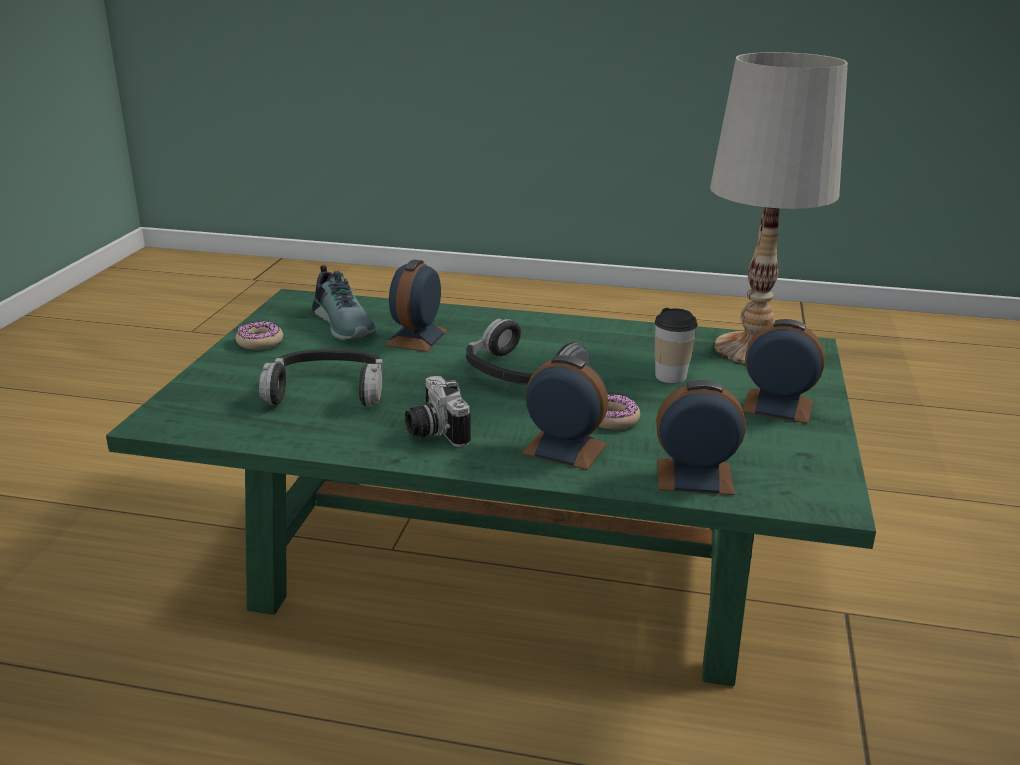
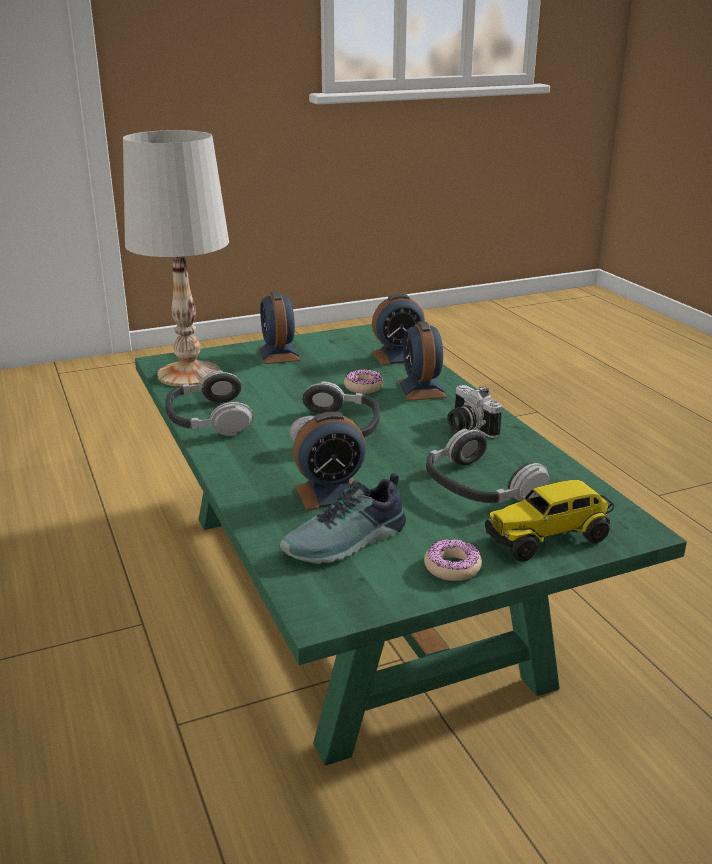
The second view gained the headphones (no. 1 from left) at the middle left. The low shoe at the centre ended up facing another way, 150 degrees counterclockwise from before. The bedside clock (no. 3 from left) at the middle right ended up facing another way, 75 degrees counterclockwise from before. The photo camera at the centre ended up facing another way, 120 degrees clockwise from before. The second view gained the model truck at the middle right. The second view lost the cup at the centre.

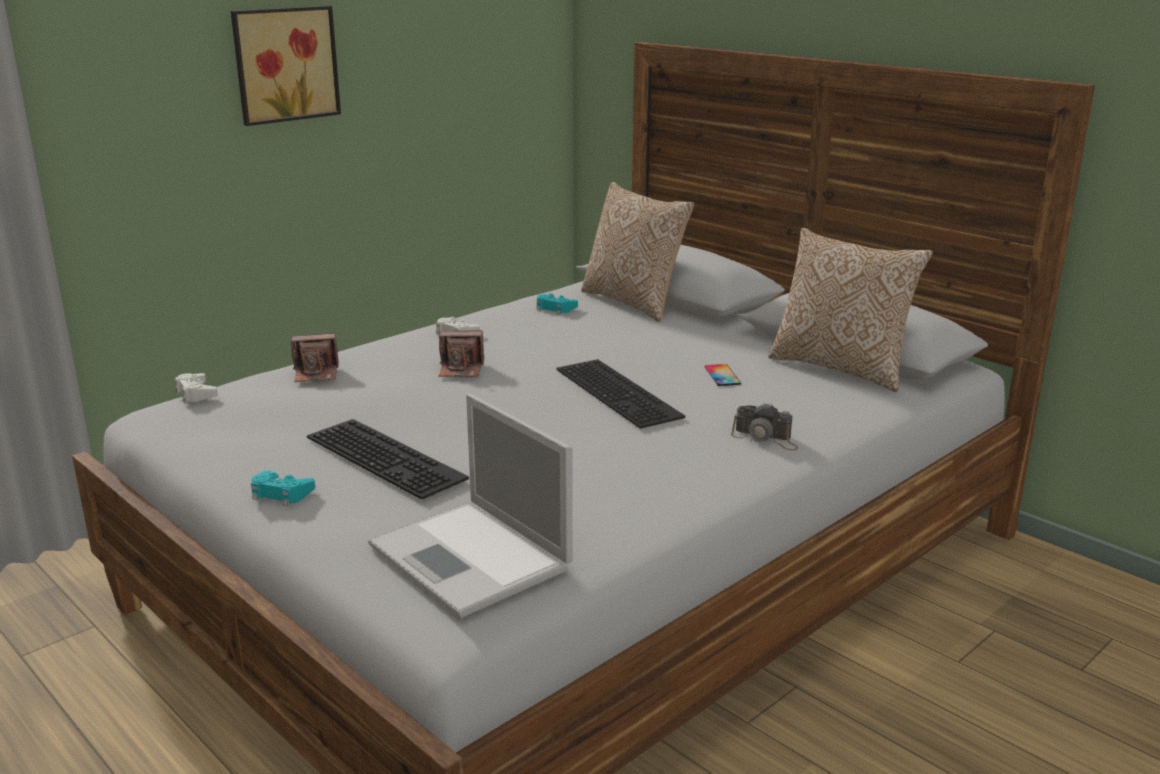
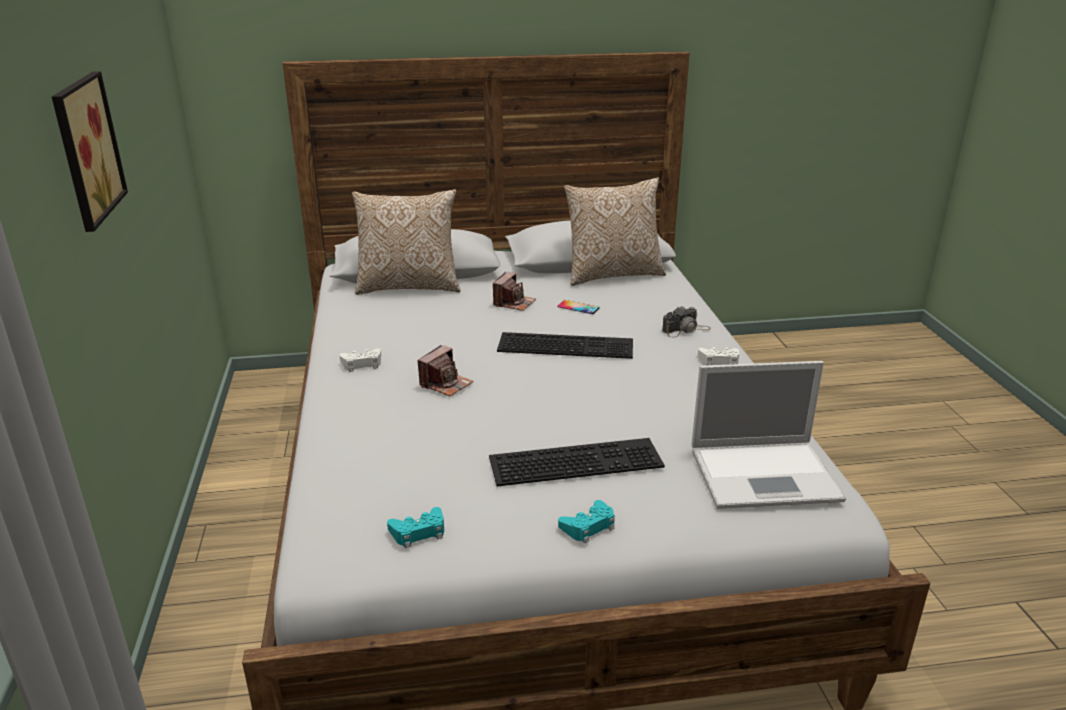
The turquoise joypad (no. 2 from left in the first image) ended up elsewhere, having gone from the centre to the bottom centre. The photo camera (no. 1 from left in the first image) ended up elsewhere, having gone from the middle left to the centre. The white-coloured joypad (no. 1 from left in the first image) ended up elsewhere, having gone from the middle left to the middle right.

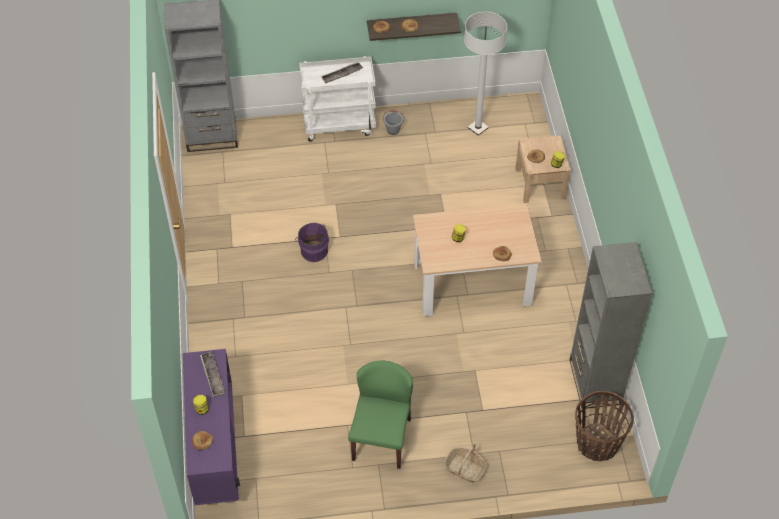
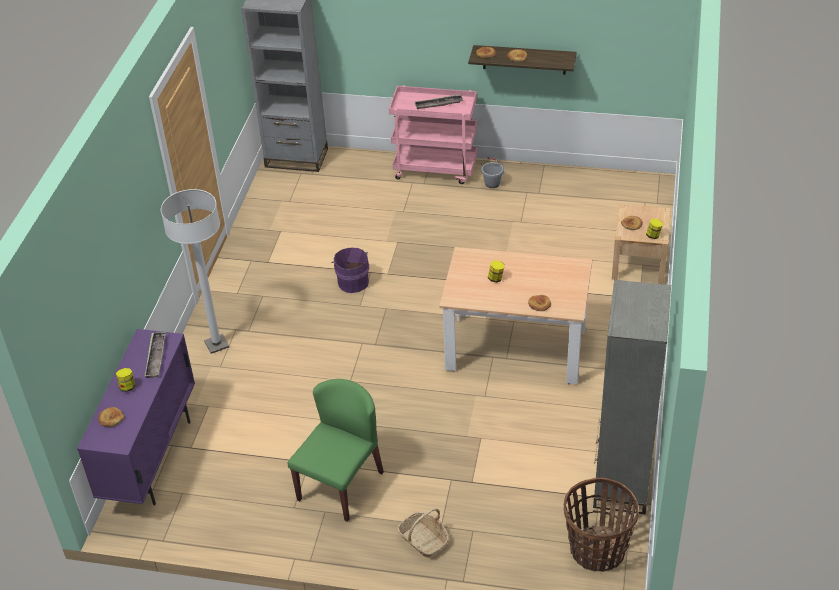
The white-coloured standing lamp ended up elsewhere, having gone from the top centre to the middle left. What was the white-coloured wheeled cart at the top centre turned into the pink-coloured wheeled cart at the top centre.

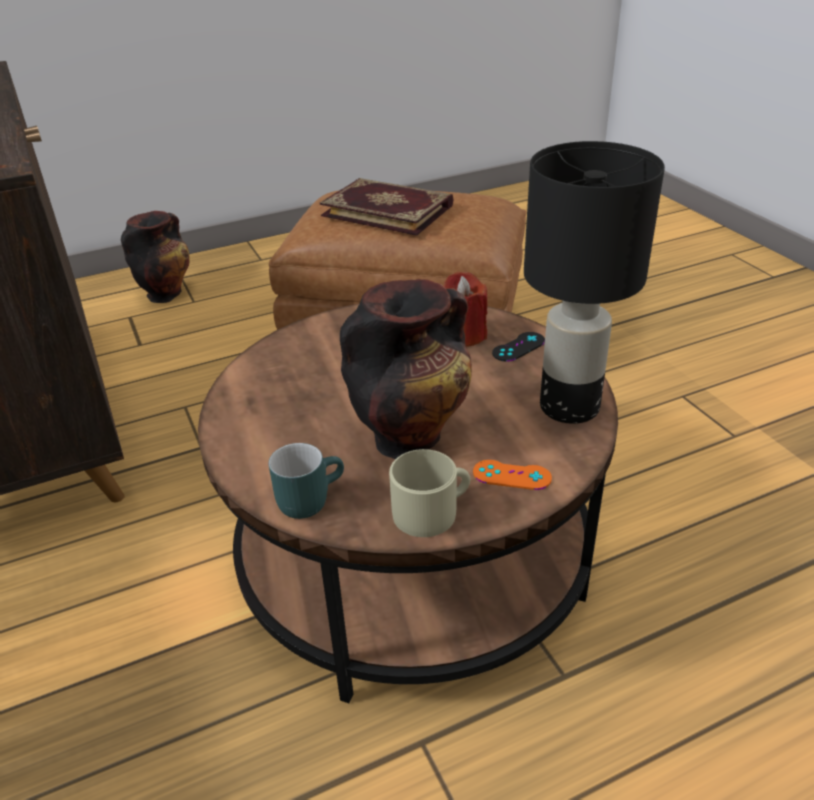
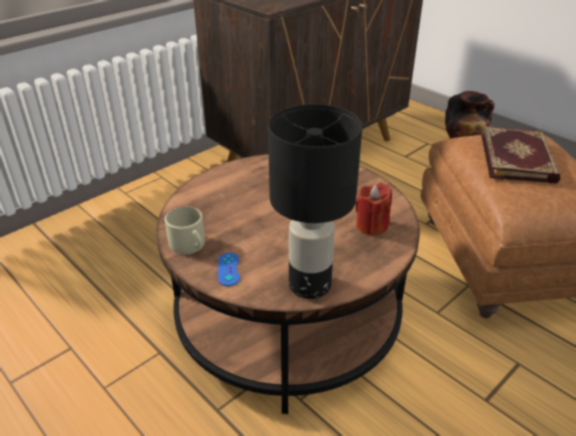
What was the orangey joypad at the centre turned into the blue-coloured joypad at the centre. The second view lost the turquoise mug at the centre. The second view lost the decorative vase (no. 2 from left) at the centre. The second view lost the black joypad at the centre.

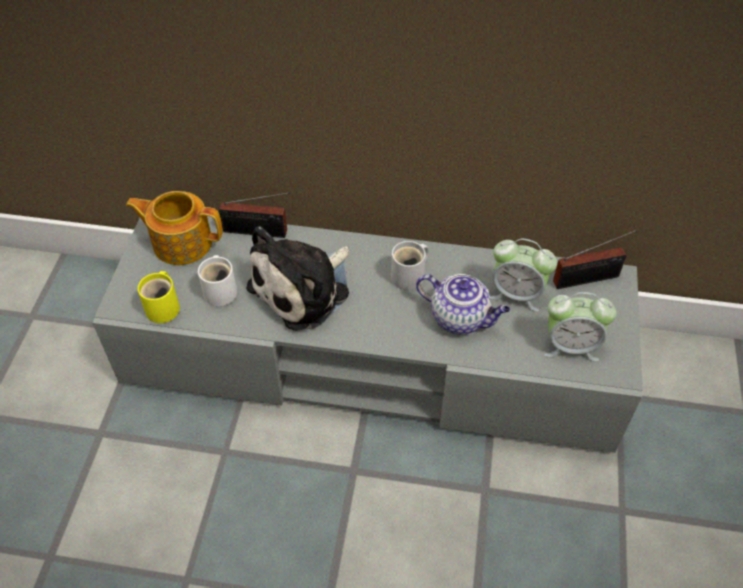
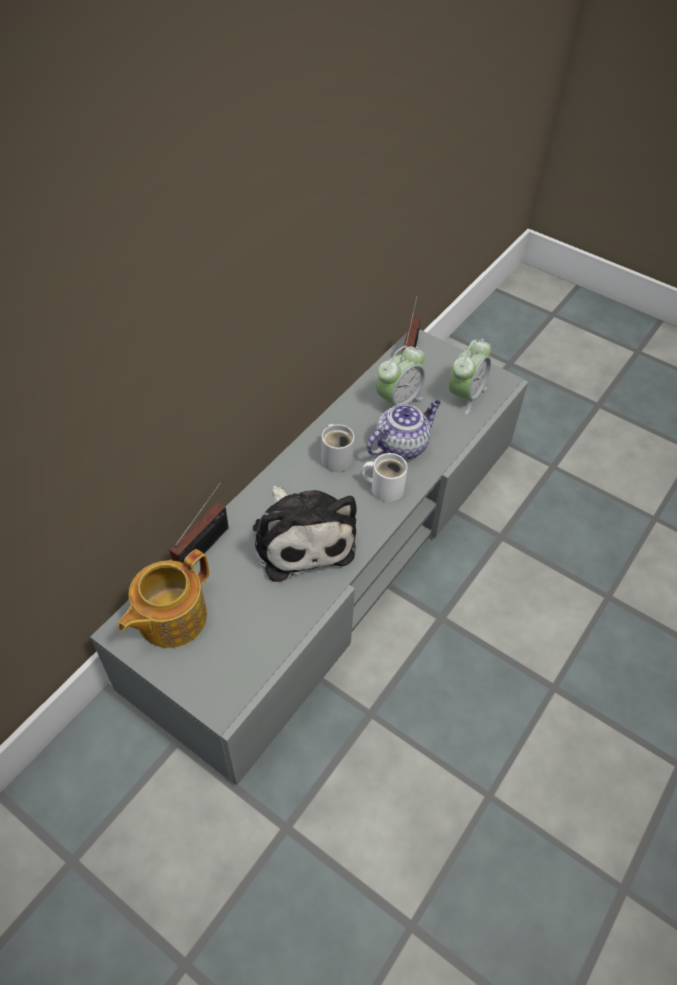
The white-coloured mug (no. 1 from left in the first image) ended up elsewhere, having gone from the middle left to the centre. The second view lost the yellowish mug at the middle left.

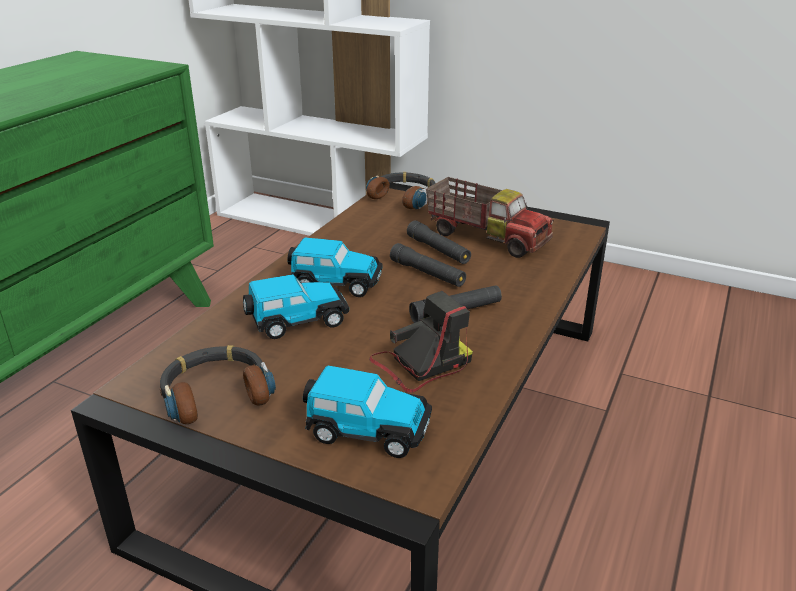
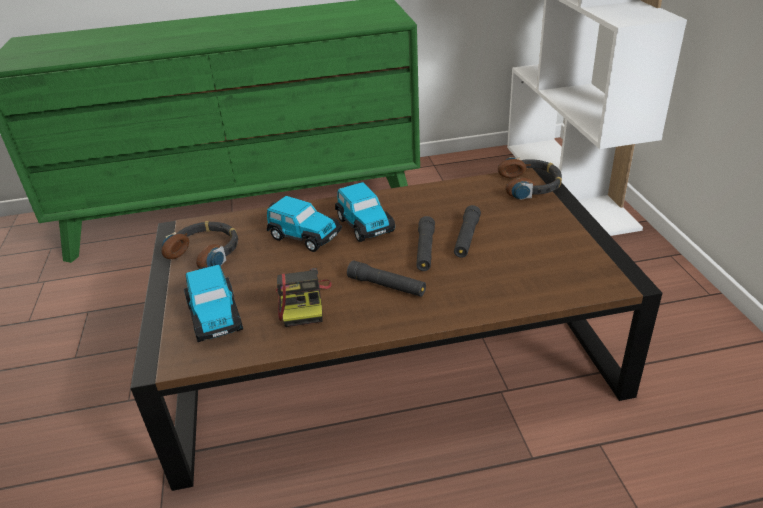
The photo camera at the centre ended up facing another way, 60 degrees clockwise from before. The second view lost the model truck at the centre.

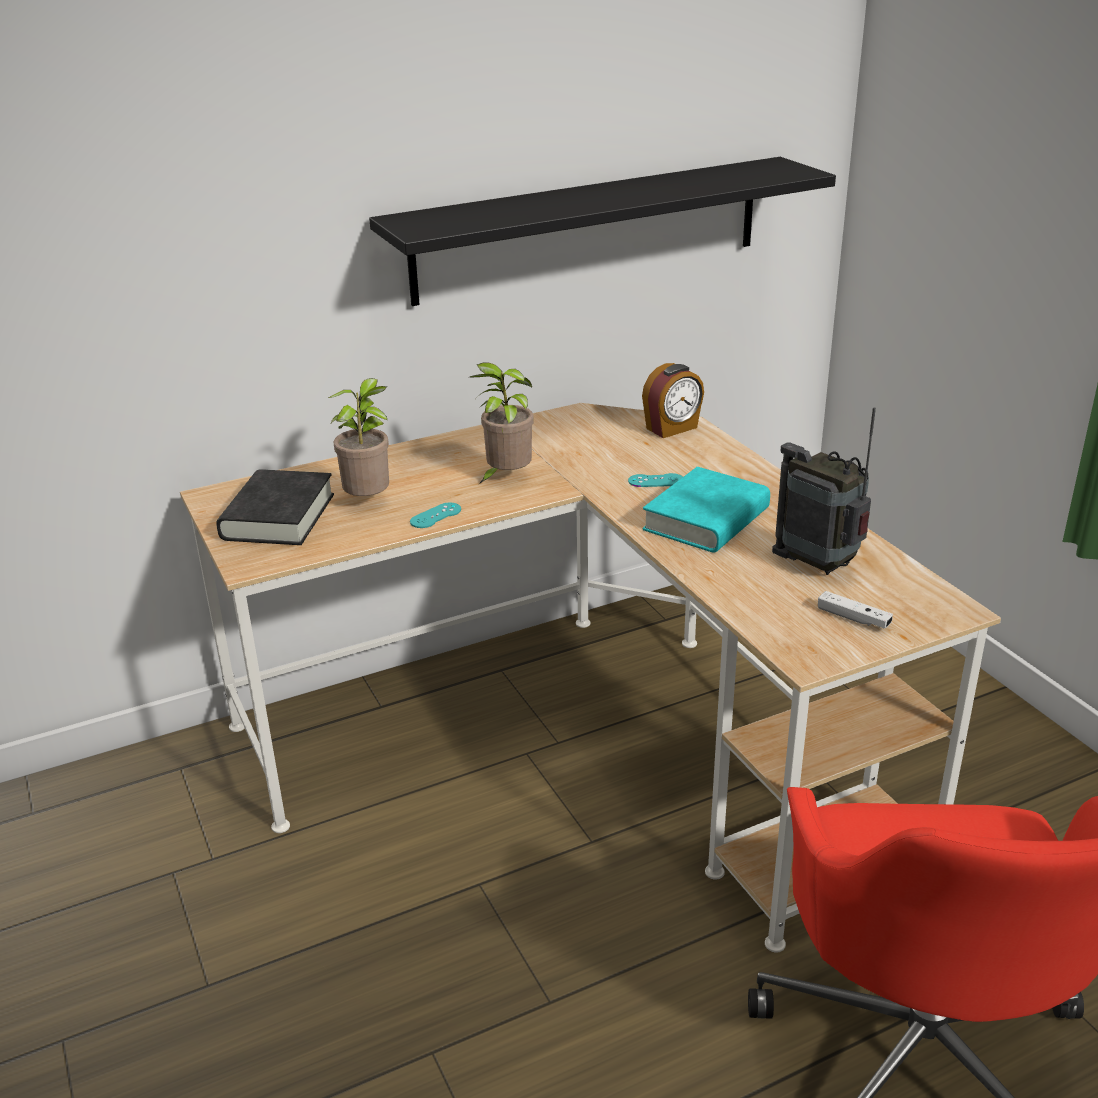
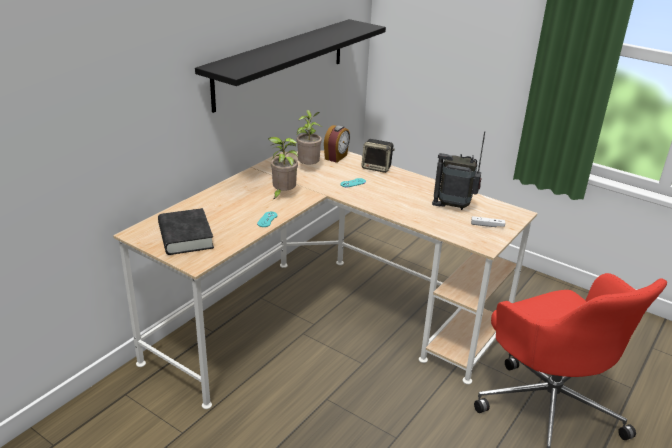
The potted plant (no. 1 from left in the first image) ended up elsewhere, having gone from the middle left to the top centre. The second view gained the speaker at the centre. The second view lost the turquoise volume at the centre.

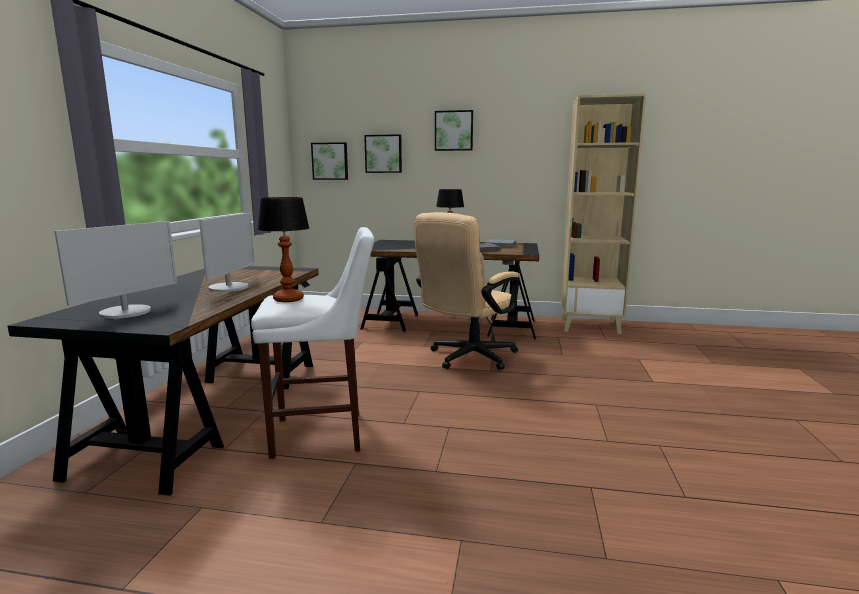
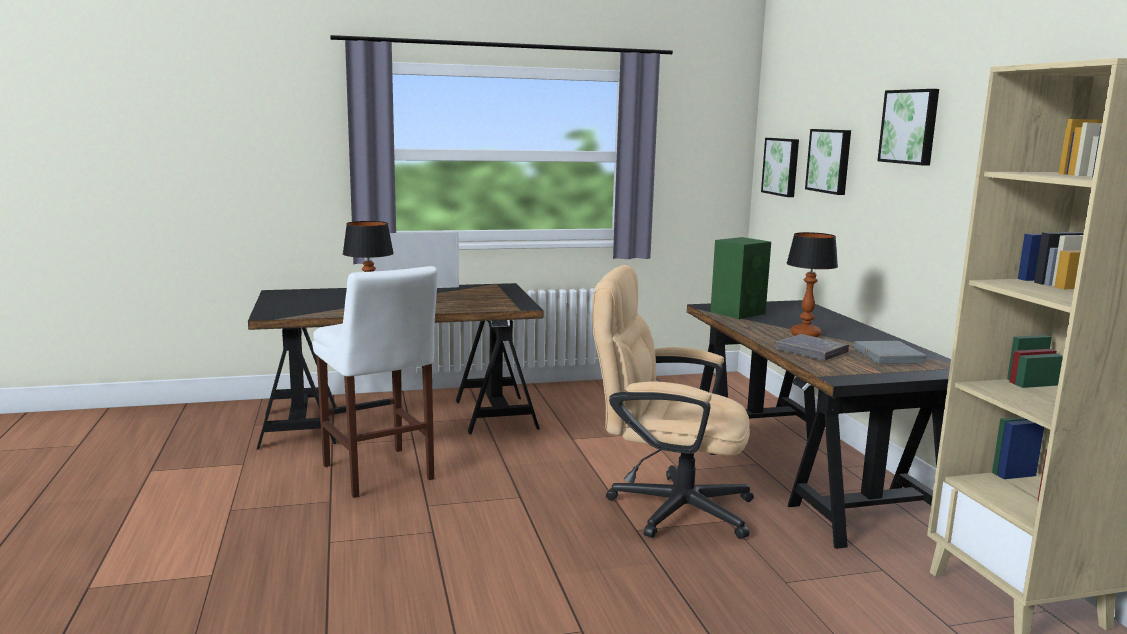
The second view gained the green-coloured speaker at the centre. The second view lost the computer screen (no. 1 from left) at the middle left.

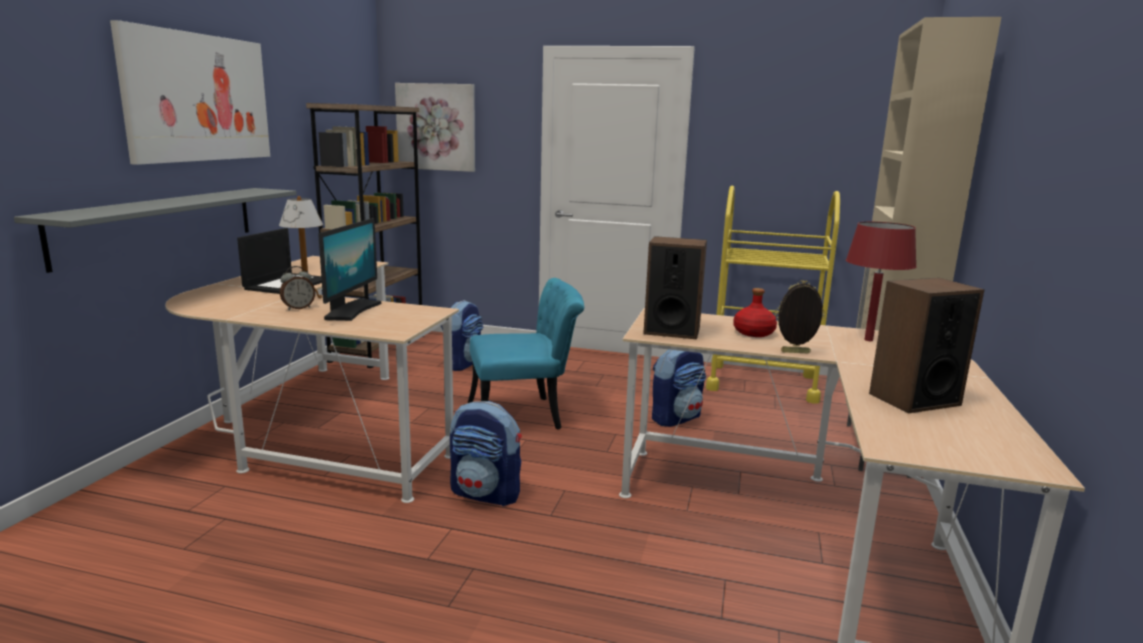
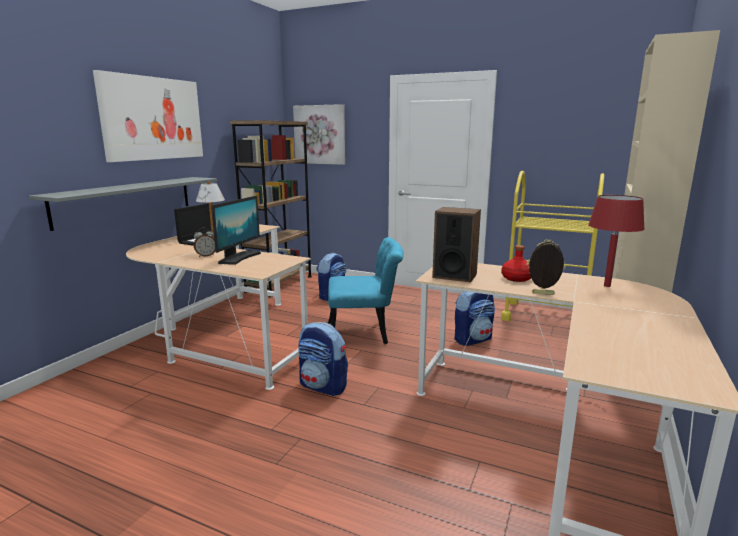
The second view lost the speaker (no. 2 from left) at the middle right.

